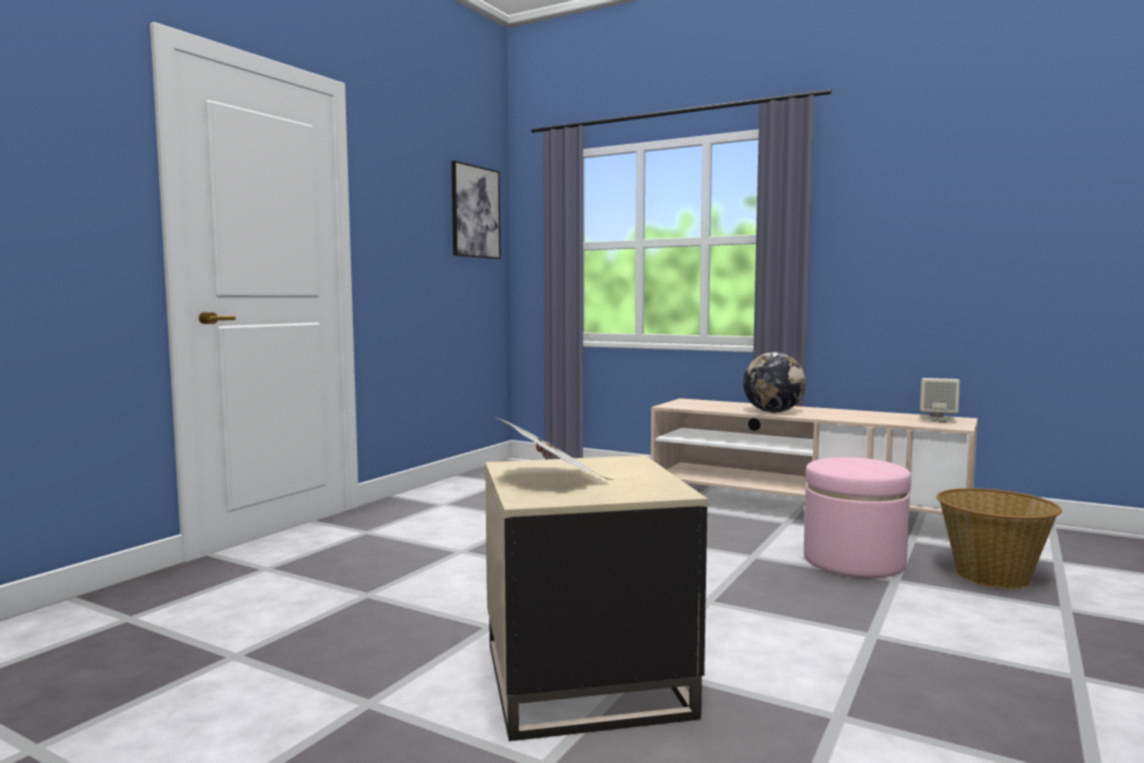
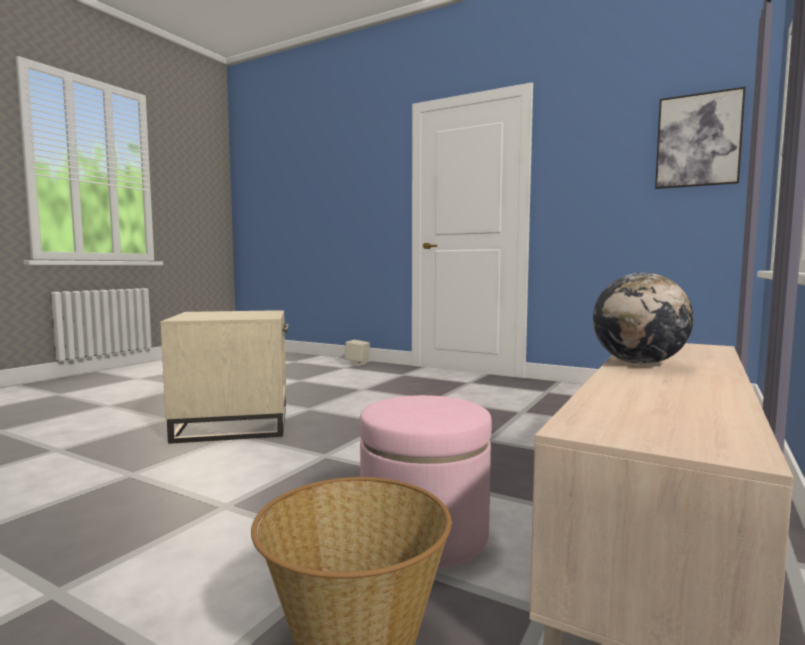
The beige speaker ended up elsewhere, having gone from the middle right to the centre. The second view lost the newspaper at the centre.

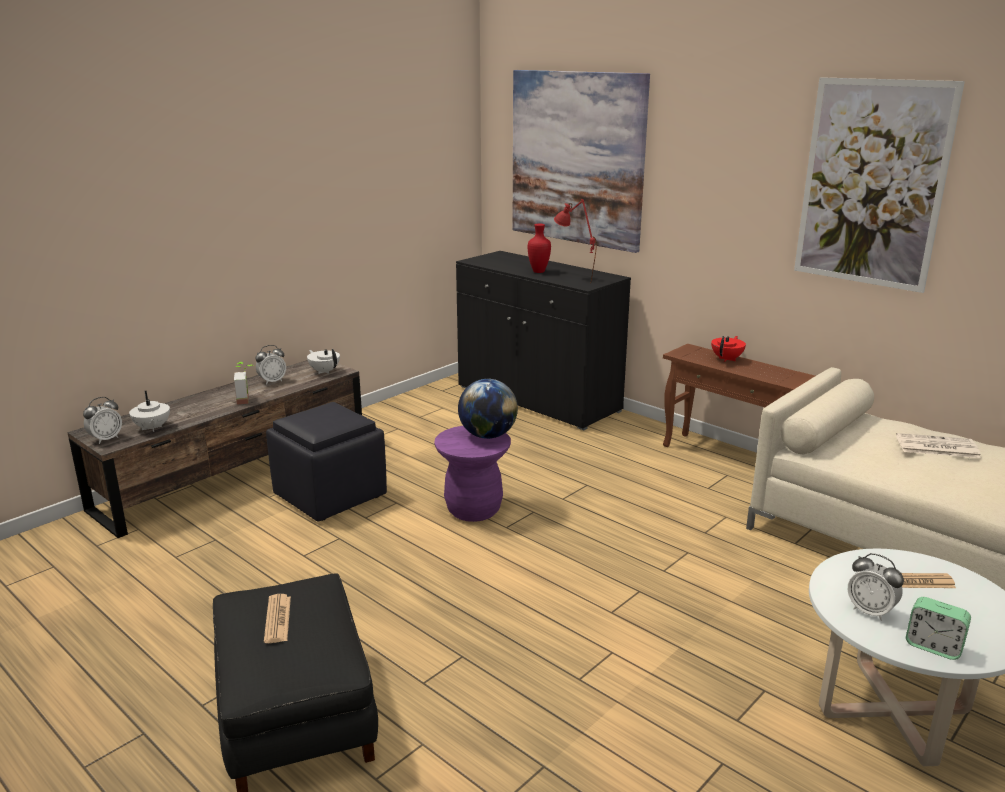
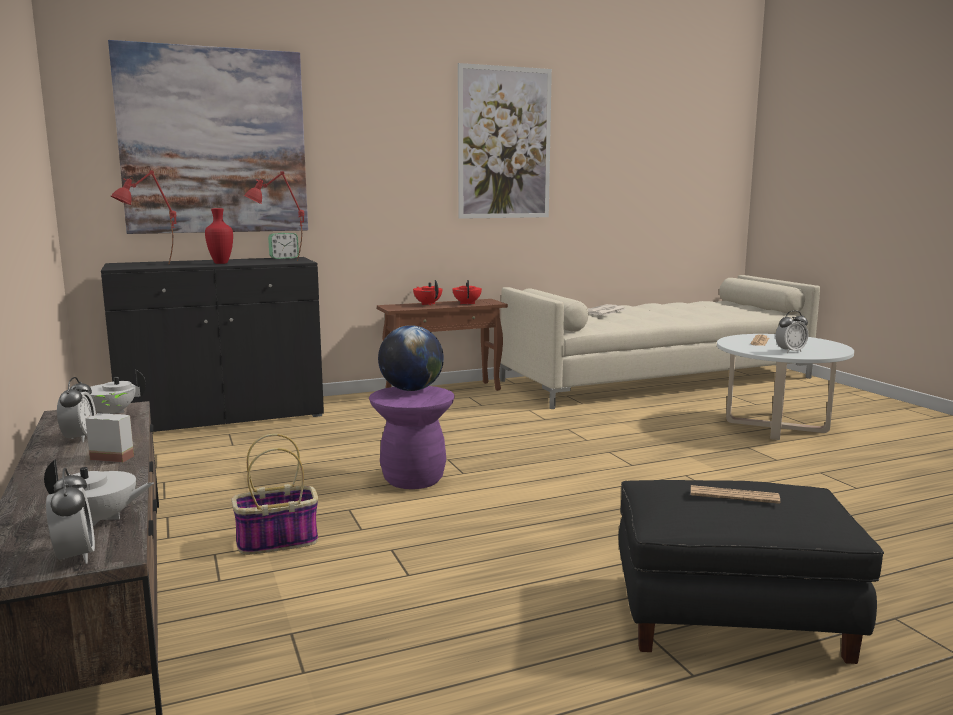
The second view gained the reddish tabletop lamp (no. 1 from left) at the top left. Where the black pouffe (no. 2 from left) stood at the middle left, the household basket came to stand at the bottom left. The bedside clock (no. 4 from left in the first image) ended up elsewhere, having gone from the bottom right to the middle left. The second view gained the reddish tea pot (no. 2 from left) at the centre.

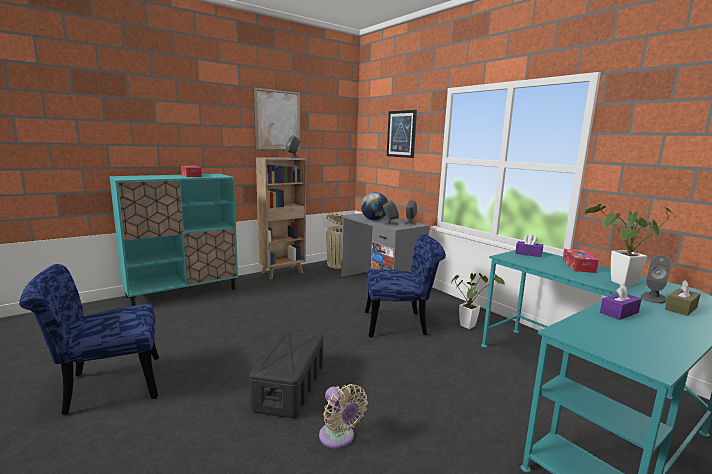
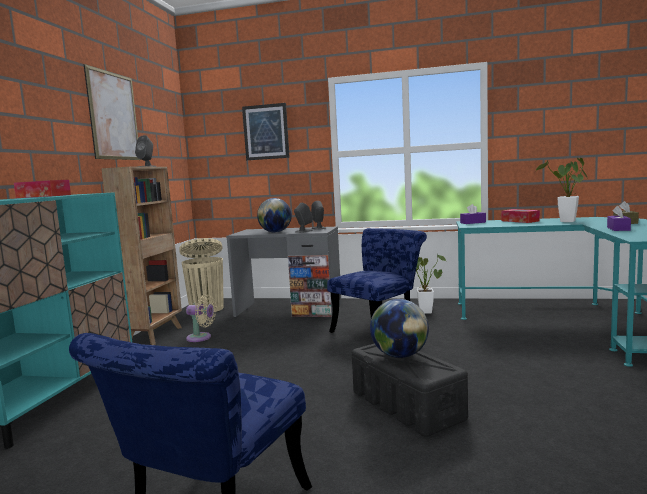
The beige fan ended up elsewhere, having gone from the bottom centre to the middle left. The second view gained the world globe (no. 2 from left) at the centre. The second view lost the grey speaker (no. 4 from left) at the middle right.

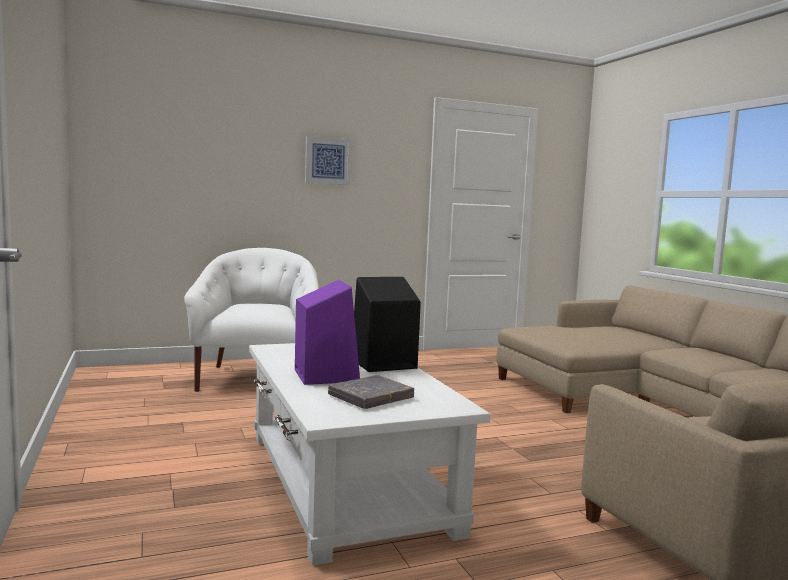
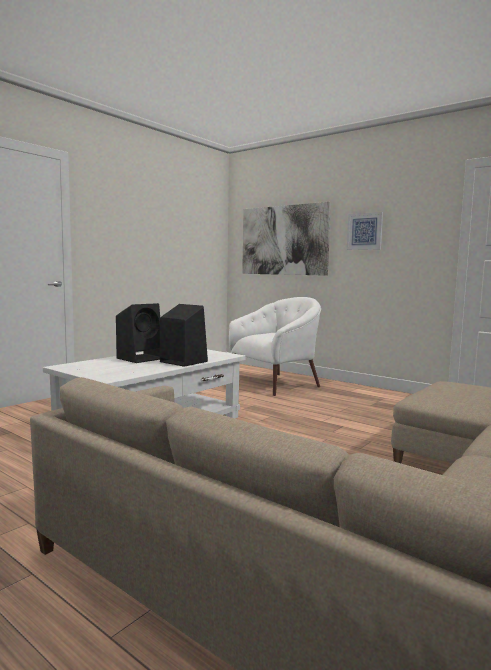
What was the purple speaker at the centre turned into the black speaker (no. 1 from left) at the middle left. The second view gained the wall art (no. 1 from left) at the centre. The second view lost the grey volume at the bottom centre.

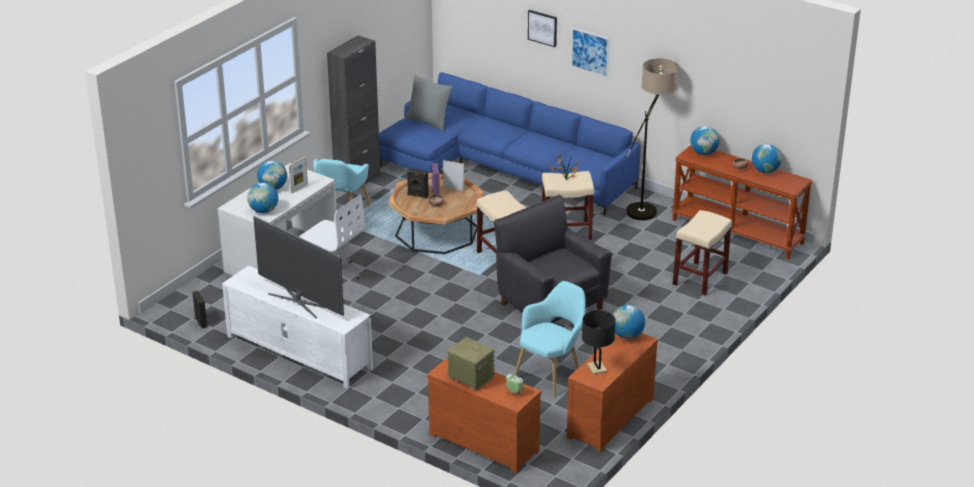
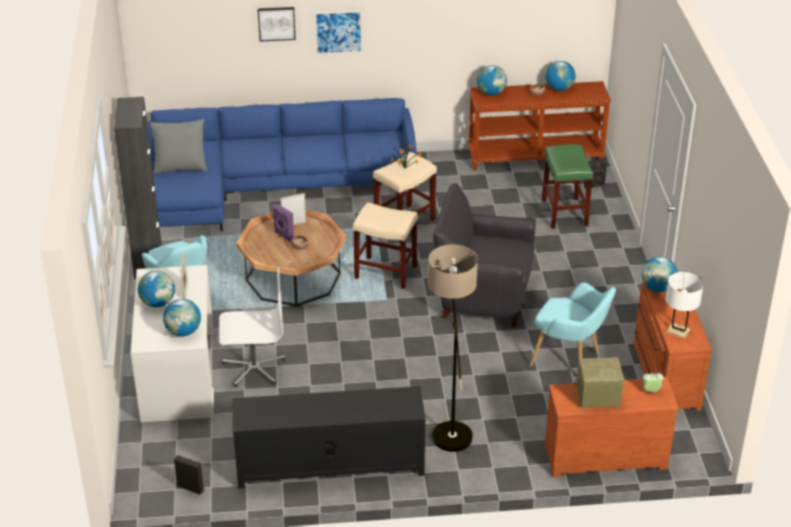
What was the white-coloured tv stand at the bottom left turned into the black tv stand at the bottom centre. The standing lamp ended up elsewhere, having gone from the top right to the centre. The turquoise easy chair (no. 2 from left) at the bottom centre ended up facing another way, 120 degrees clockwise from before. What was the beige stool seat (no. 3 from left) at the middle right turned into the green-coloured stool seat at the middle right. The black speaker (no. 2 from left) ended up elsewhere, having gone from the centre to the top right. What was the black tabletop lamp at the bottom centre turned into the white-coloured tabletop lamp at the middle right. The second view lost the television at the middle left.

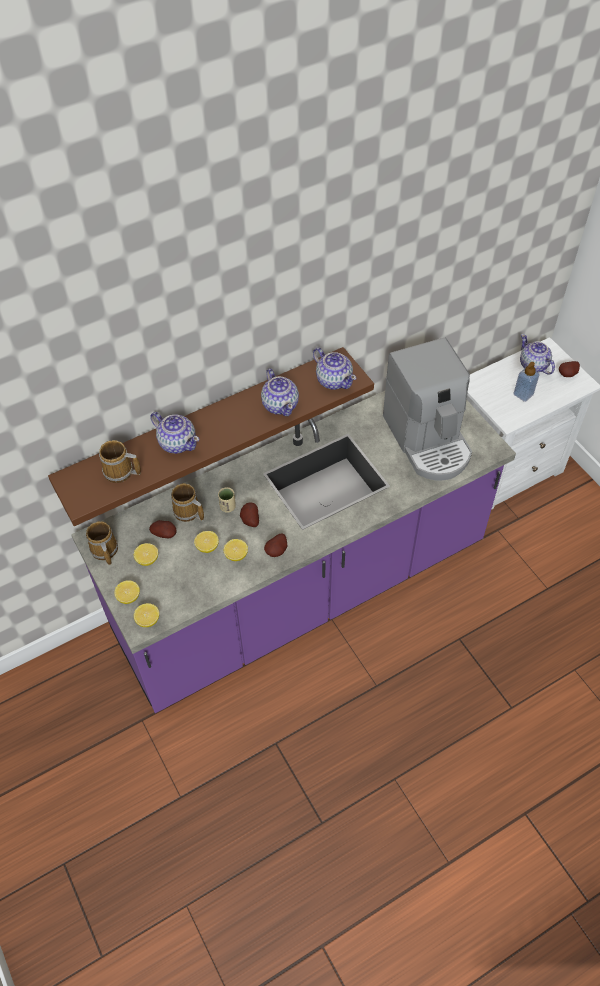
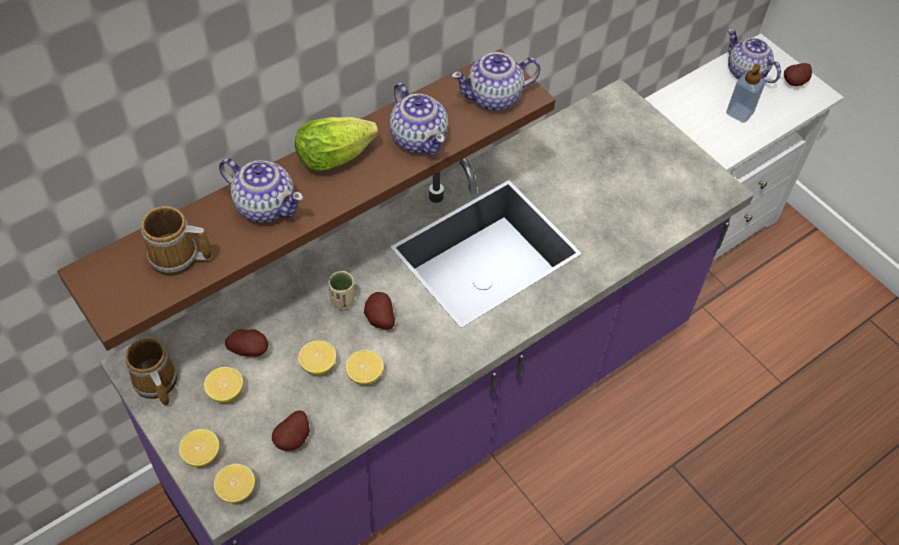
The spud (no. 3 from left in the first image) ended up elsewhere, having gone from the centre to the bottom left. The second view gained the lettuce head at the top centre. The tea pot (no. 3 from left) at the centre ended up facing another way, 120 degrees clockwise from before. The second view lost the mug (no. 3 from left) at the middle left. The second view lost the coffee brewer at the middle right.

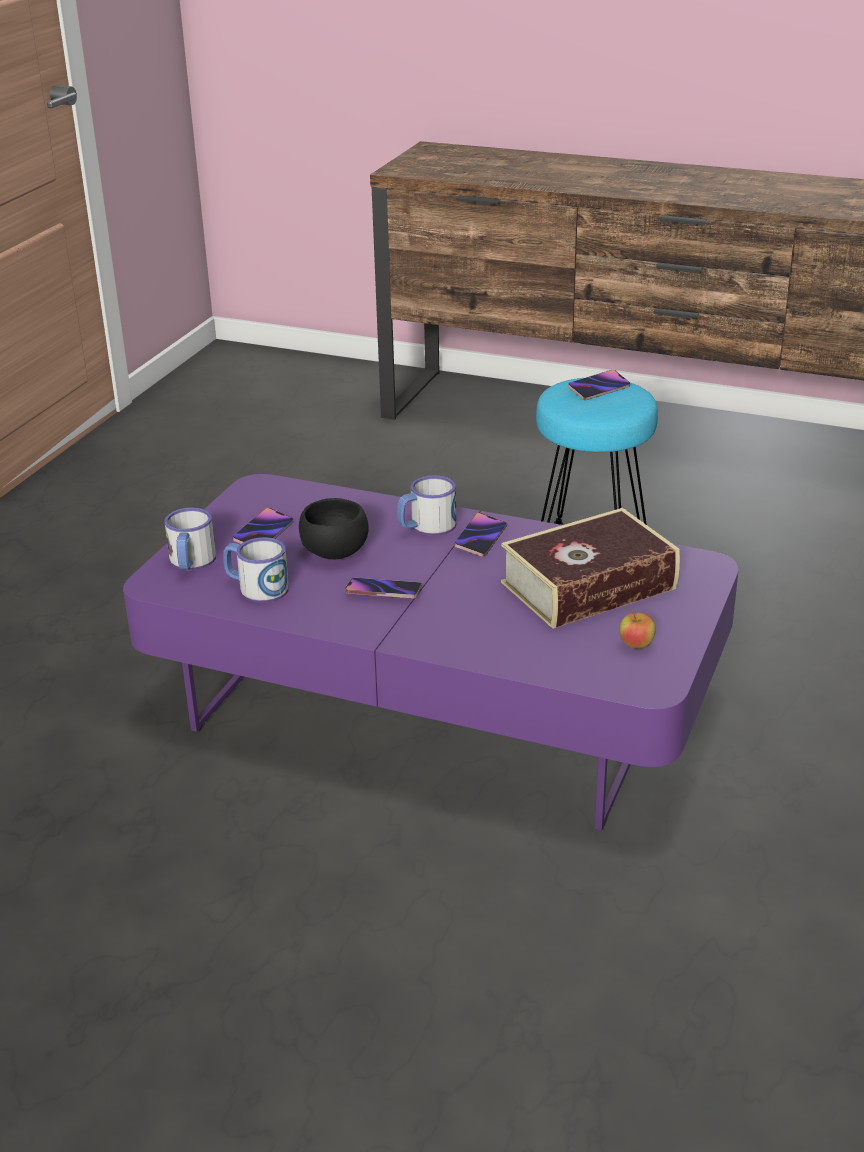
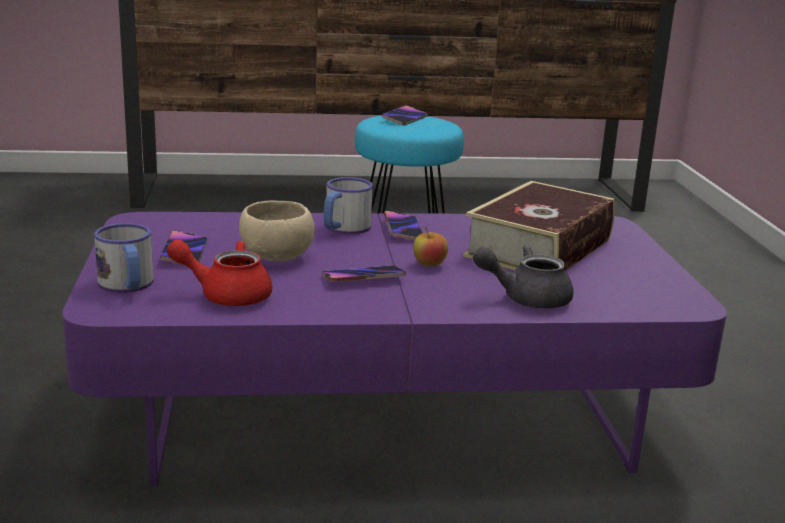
Where the mug (no. 2 from left) stood at the middle left, the reddish tea pot came to stand at the middle left. What was the black serving bowl at the centre turned into the beige serving bowl at the centre. The apple ended up elsewhere, having gone from the middle right to the centre. The second view gained the grey tea pot at the centre.

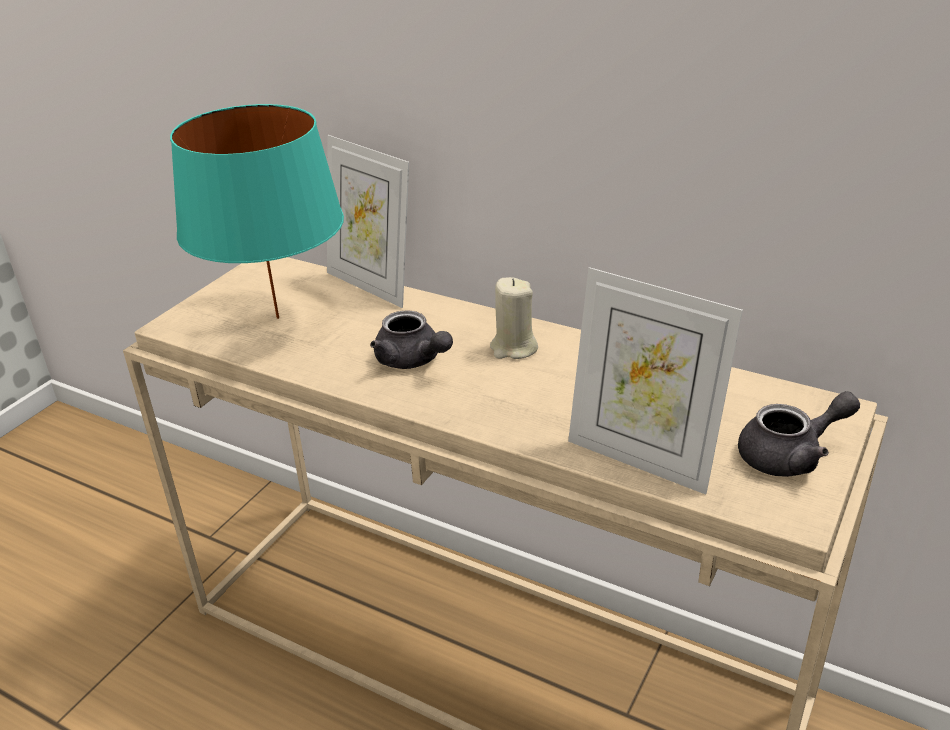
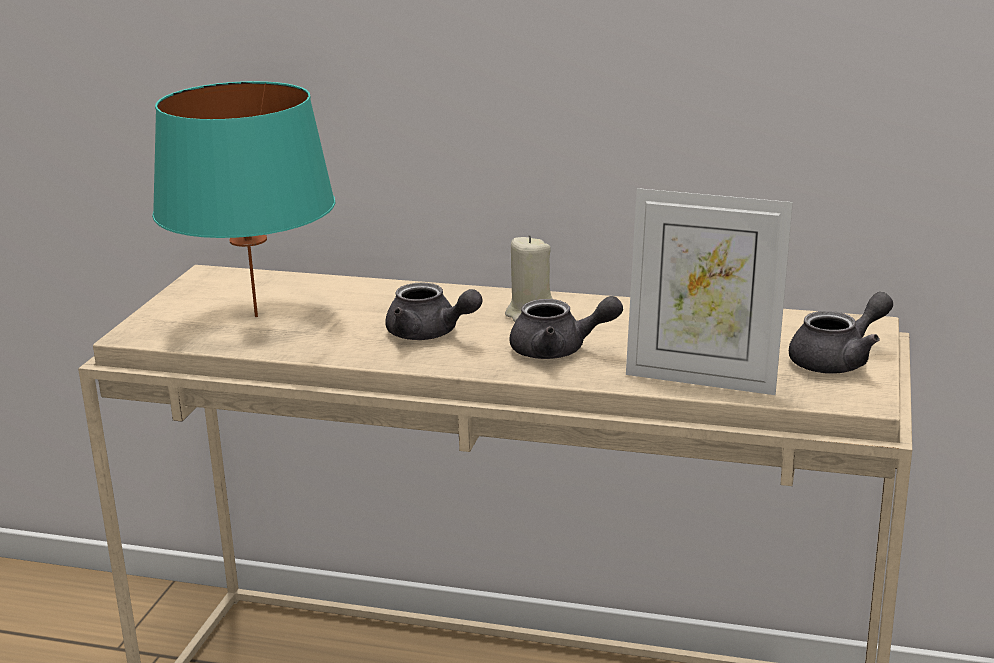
The second view gained the grey tea pot (no. 2 from left) at the centre. The second view lost the picture frame (no. 1 from left) at the top centre.

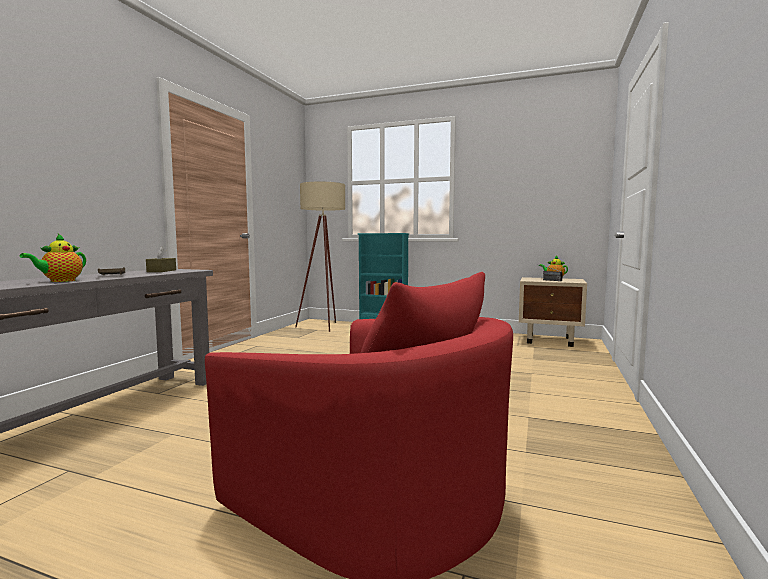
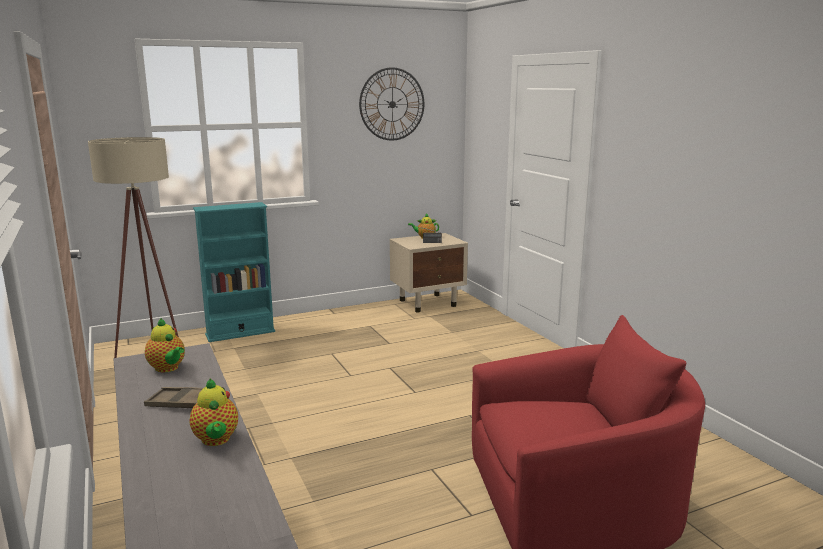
Where the brown tissue holder stood at the middle left, the tea pot (no. 1 from left) came to stand at the middle left. The second view gained the hanging clock at the top centre.

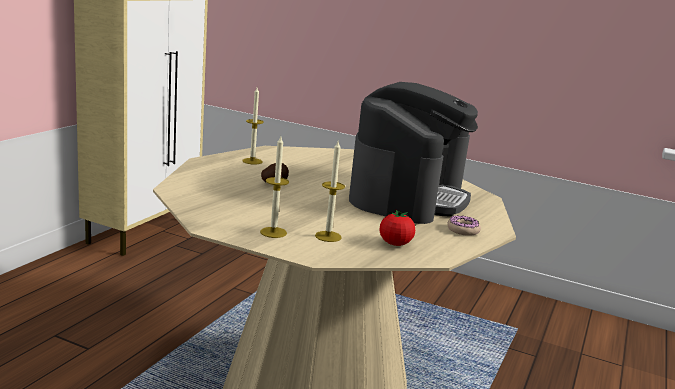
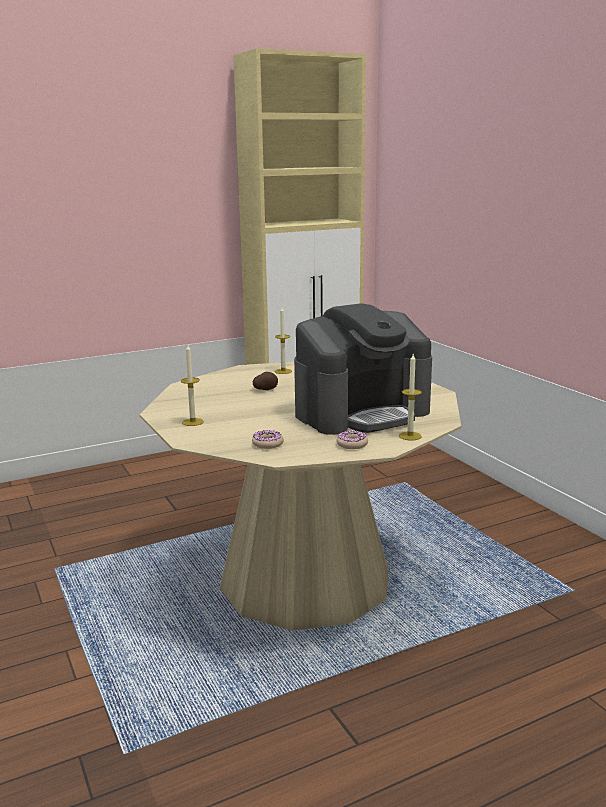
Where the tomato stood at the centre, the ring doughnut (no. 1 from left) came to stand at the centre. The wax light (no. 3 from left) ended up elsewhere, having gone from the centre to the middle right.

